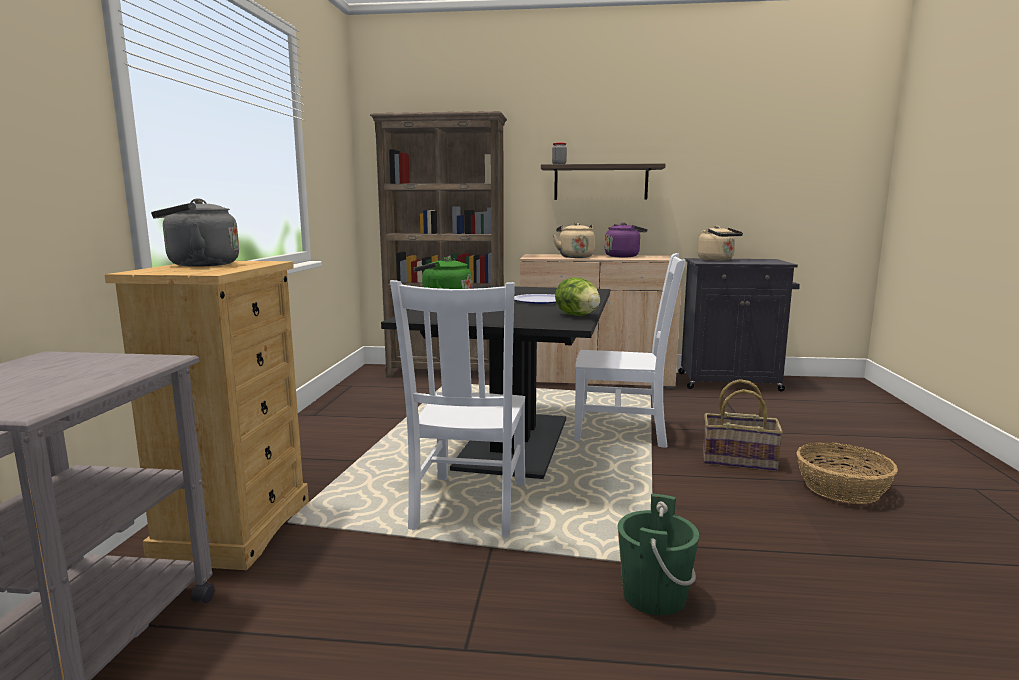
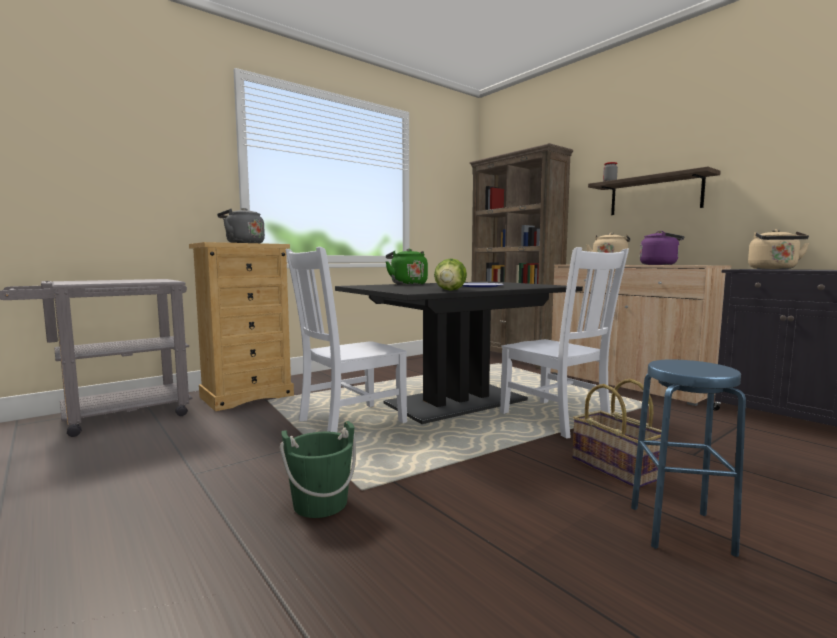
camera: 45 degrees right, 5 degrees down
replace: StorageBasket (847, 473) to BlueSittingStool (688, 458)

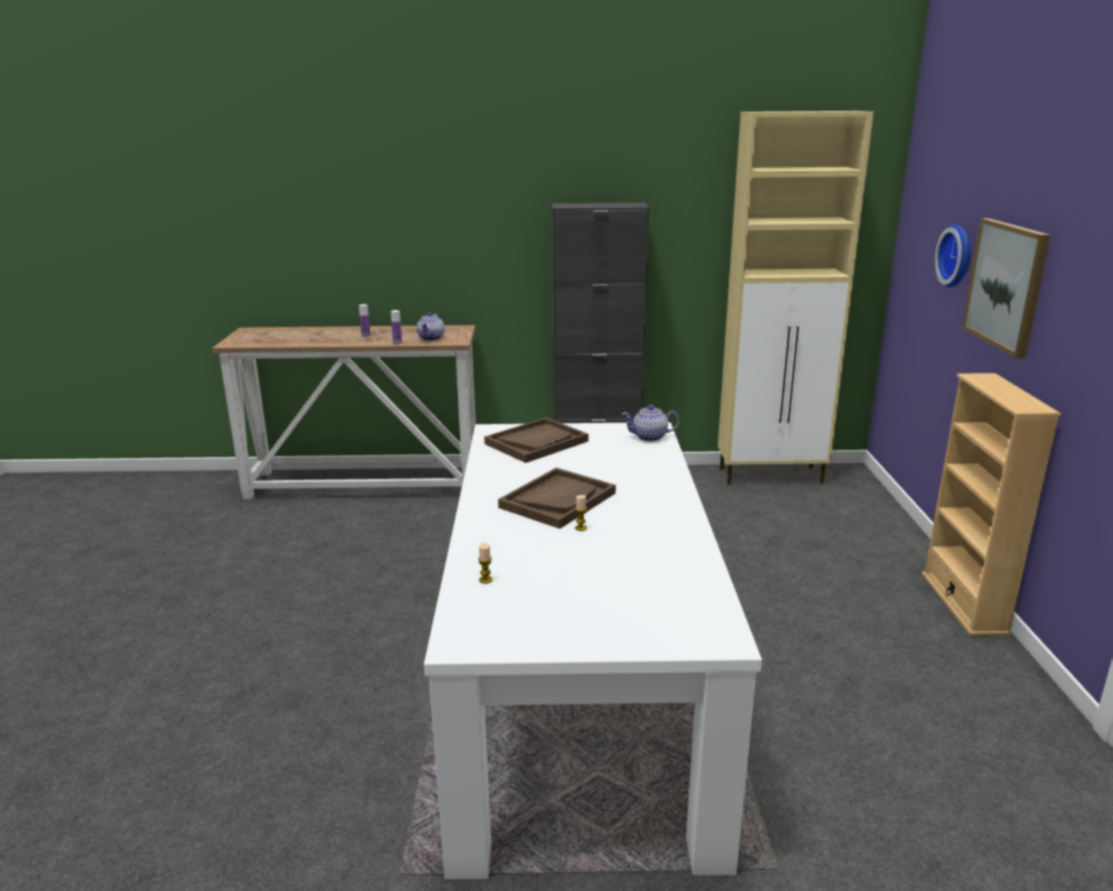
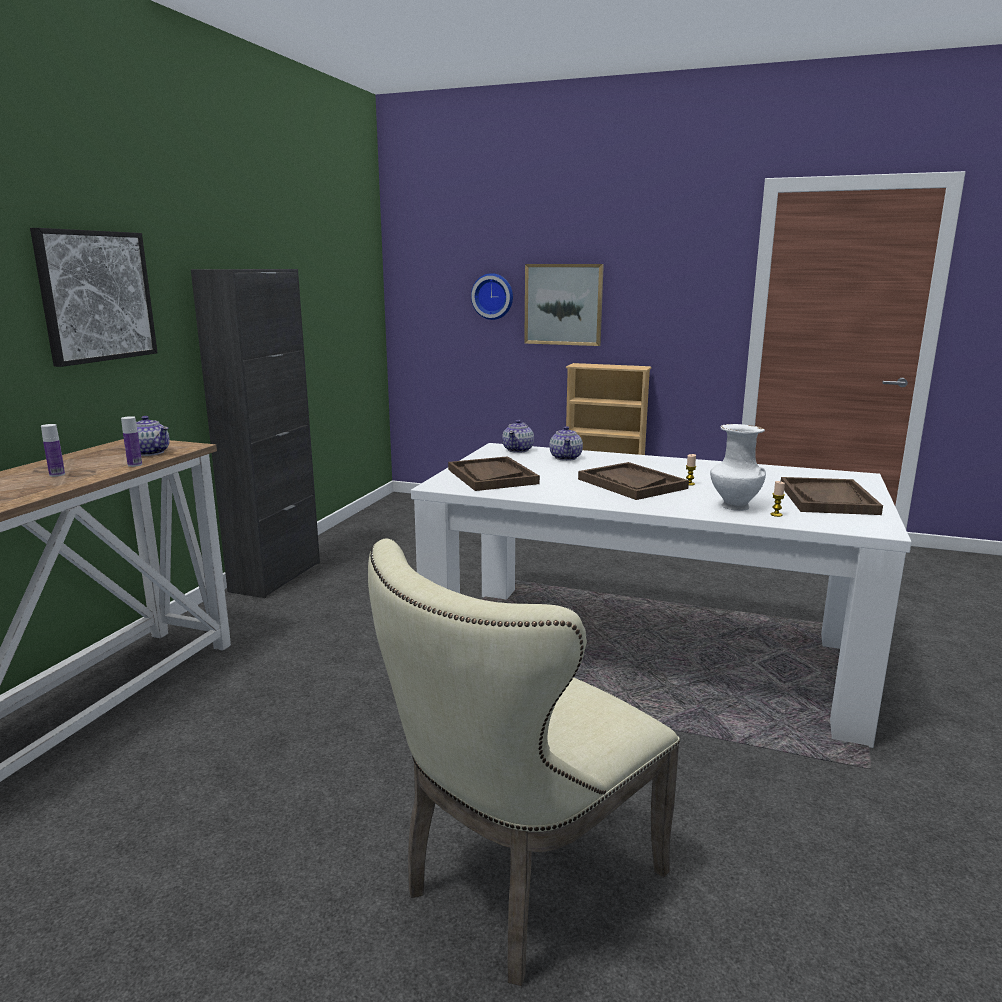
camera: 70 degrees left, 5 degrees down
delete: BeigeCupboard (796, 298)
insert: Picture (94, 297); WhiteDecorativeVase (738, 467); PotForTea (566, 443); BrownServingTray (832, 496); BeigeChair (524, 762)

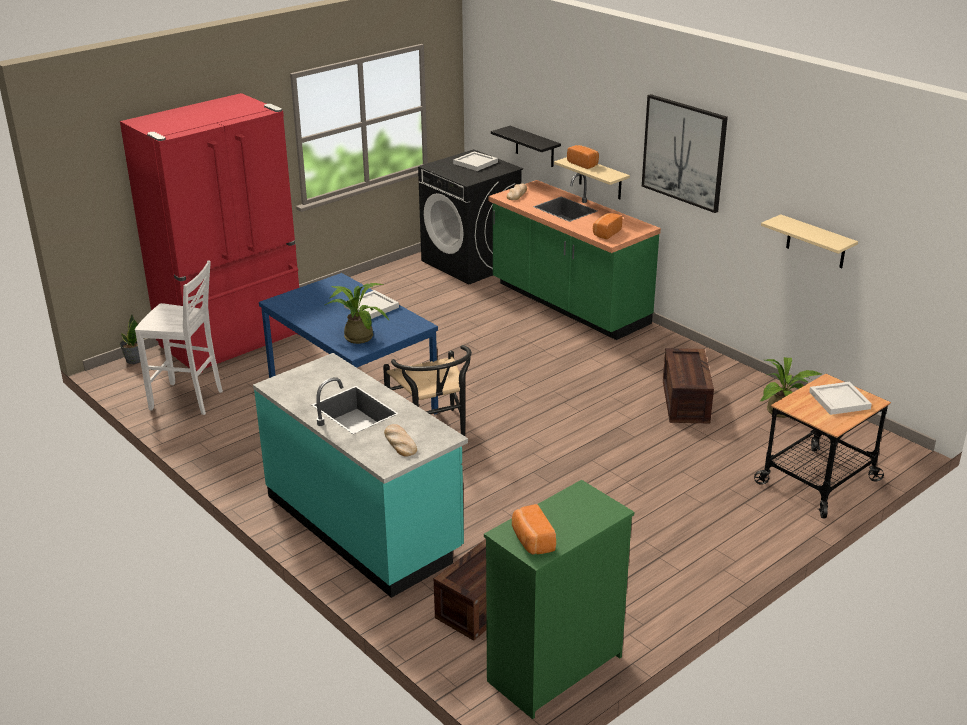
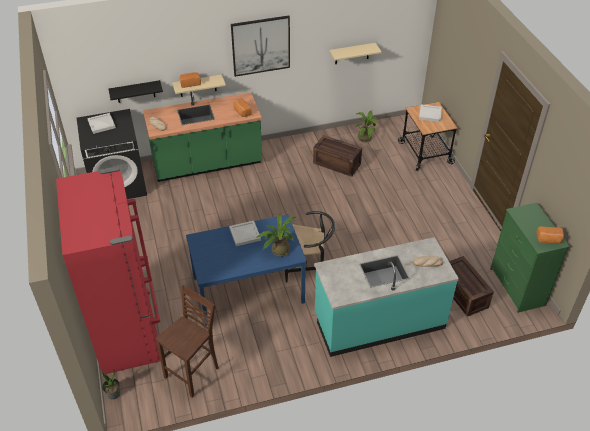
camera: 65 degrees left, 15 degrees up
recolor: WhiteSittingStool (179, 337) to BrownSittingStool (187, 341)

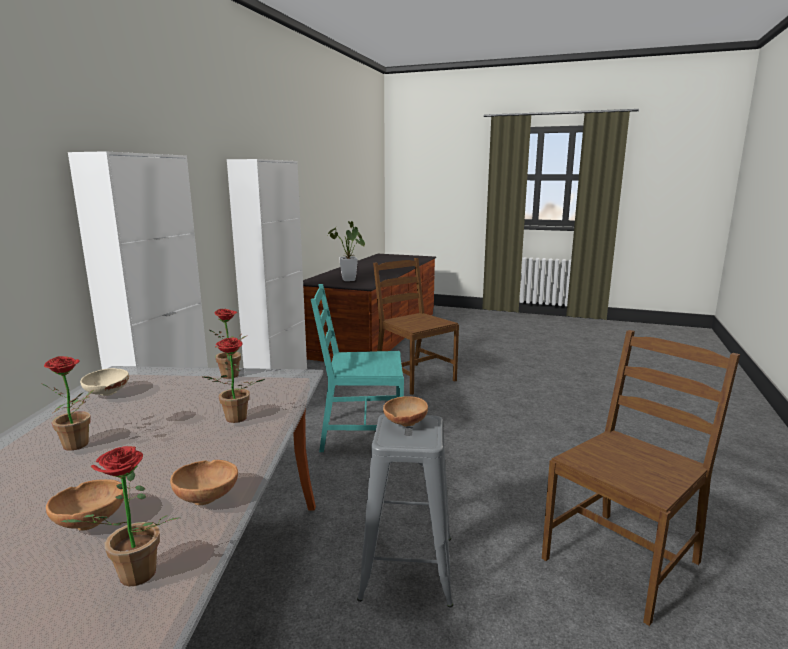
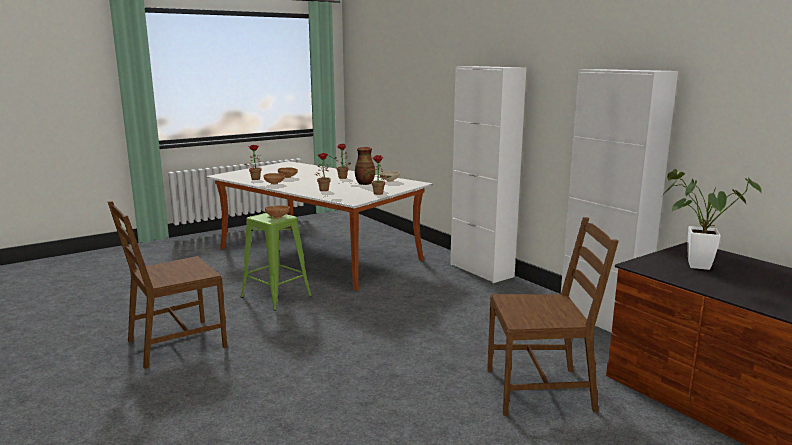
camera: 125 degrees right, 0 degrees up
delete: TurquoiseChair (357, 368)
insert: DecorativeVase (365, 166)
recolor: GreyishSittingStool (405, 511) to GreenSittingStool (276, 262)
rotate: BrownChair (641, 478) = (167, 285) 60 degrees clockwise

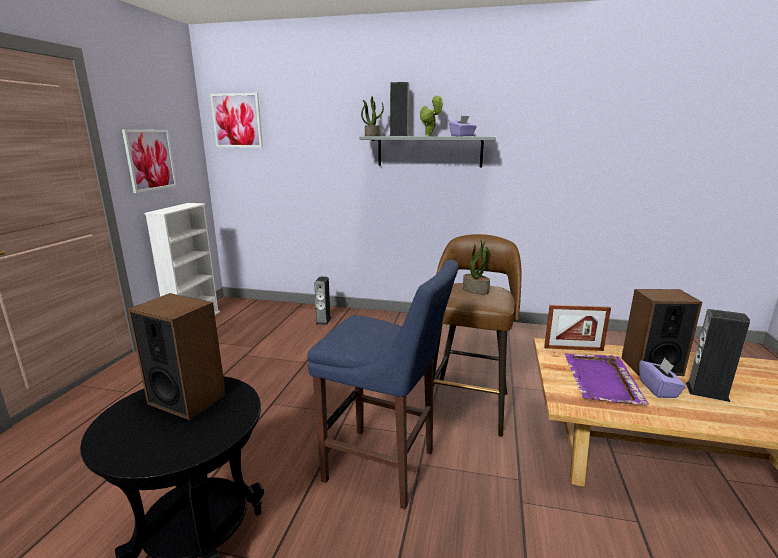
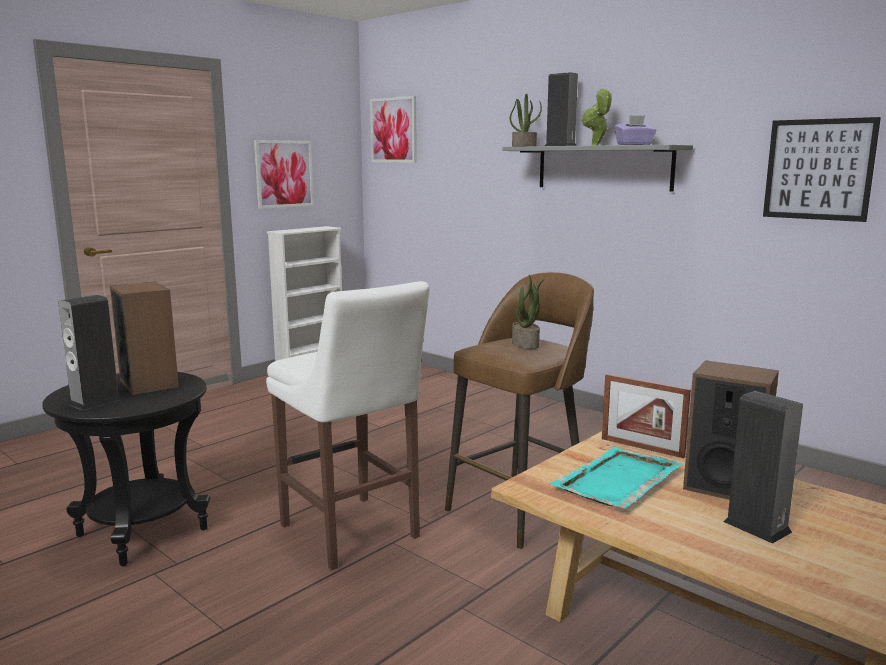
camera: 30 degrees right, 5 degrees down
delete: PurpleColouredTissueBox (662, 378)
insert: Picture (822, 169)
move: Speaker (322, 301) to (90, 352)
recolor: BlueSittingStool (383, 384) to WhiteSittingStool (347, 425); PurpleColouredServingTray (606, 378) to TurquoiseServingTray (616, 478)

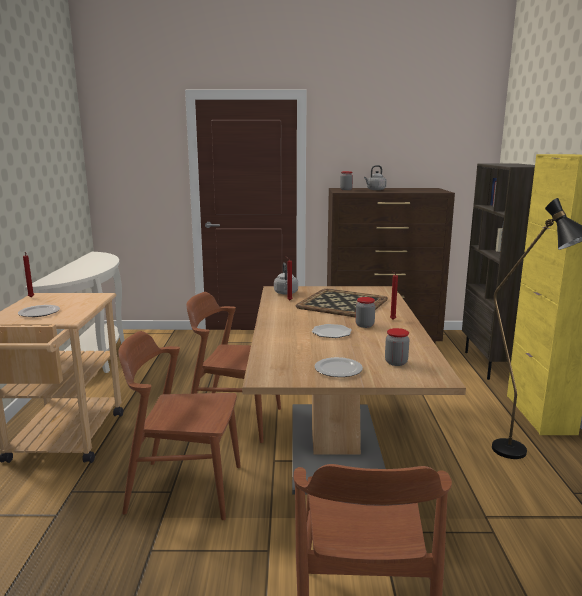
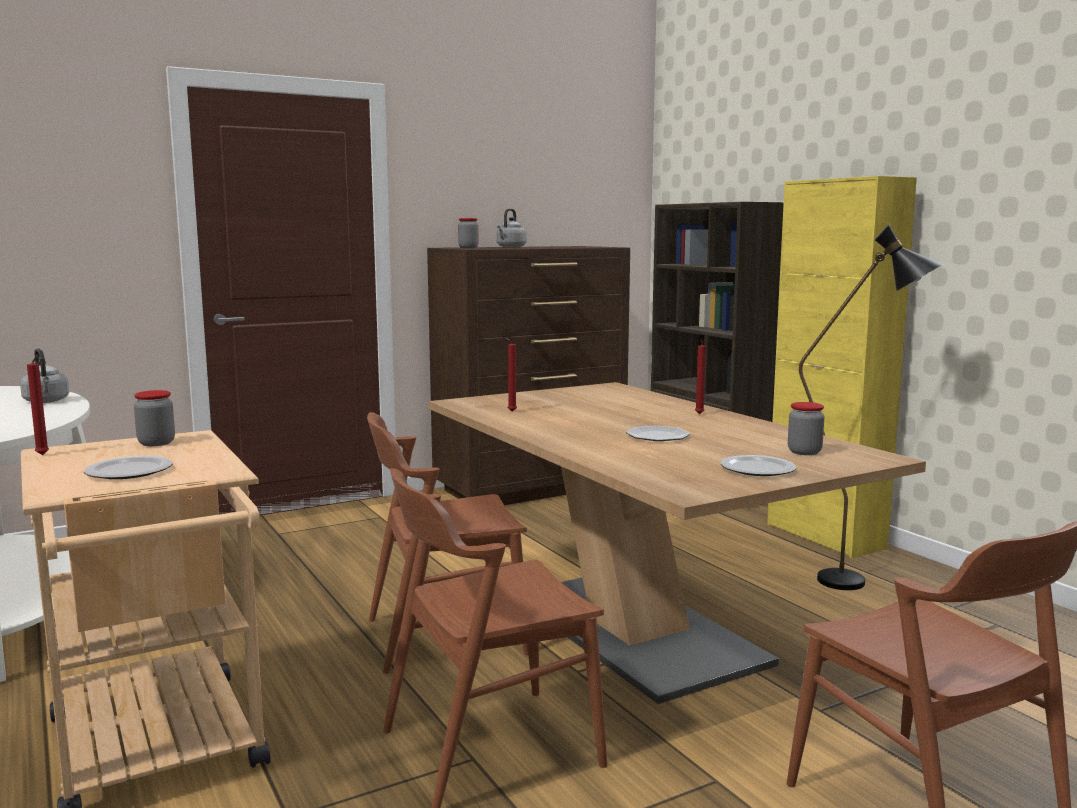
camera: 30 degrees left, 5 degrees down
delete: ServingTray (342, 303)
move: GreyishKettle (286, 279) to (44, 375); PreserveJar (365, 312) to (154, 418)

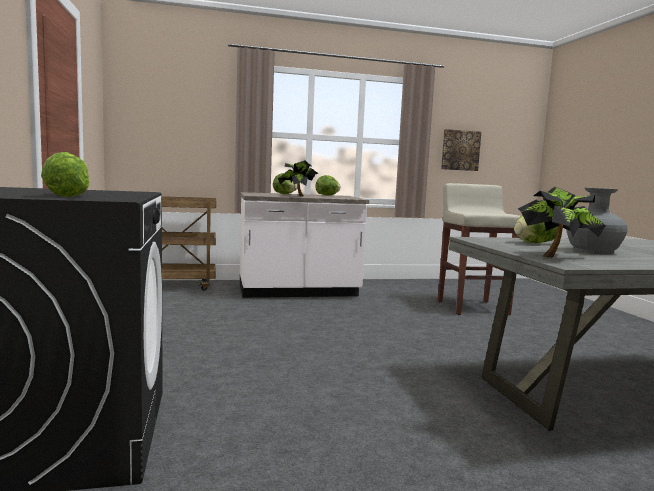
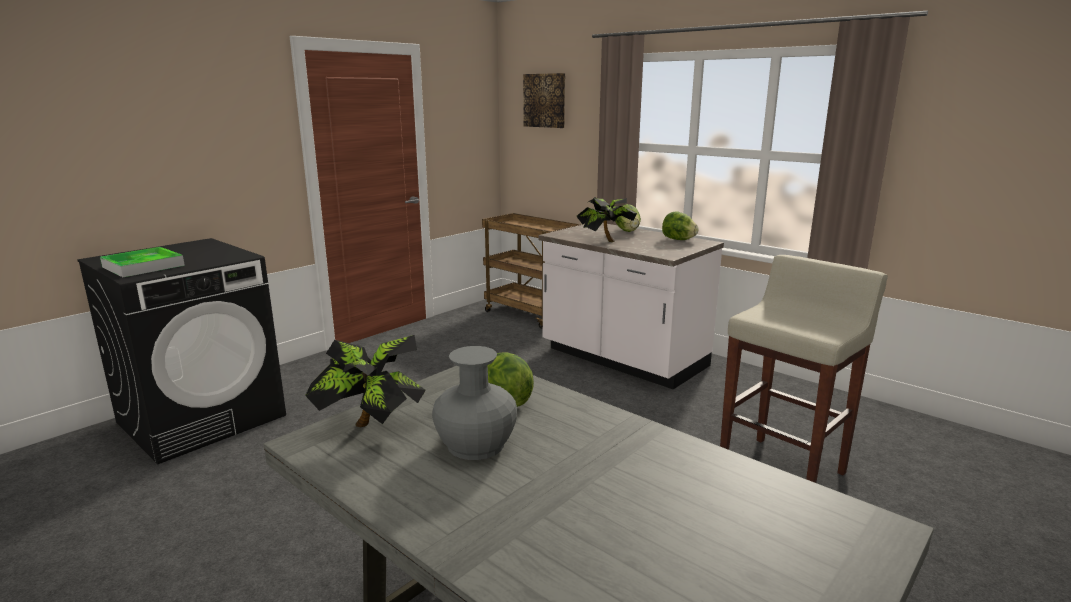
camera: 55 degrees right, 10 degrees up
move: Picture (461, 150) to (544, 100)
replace: LettuceHead (65, 174) to ServingTray (142, 262)

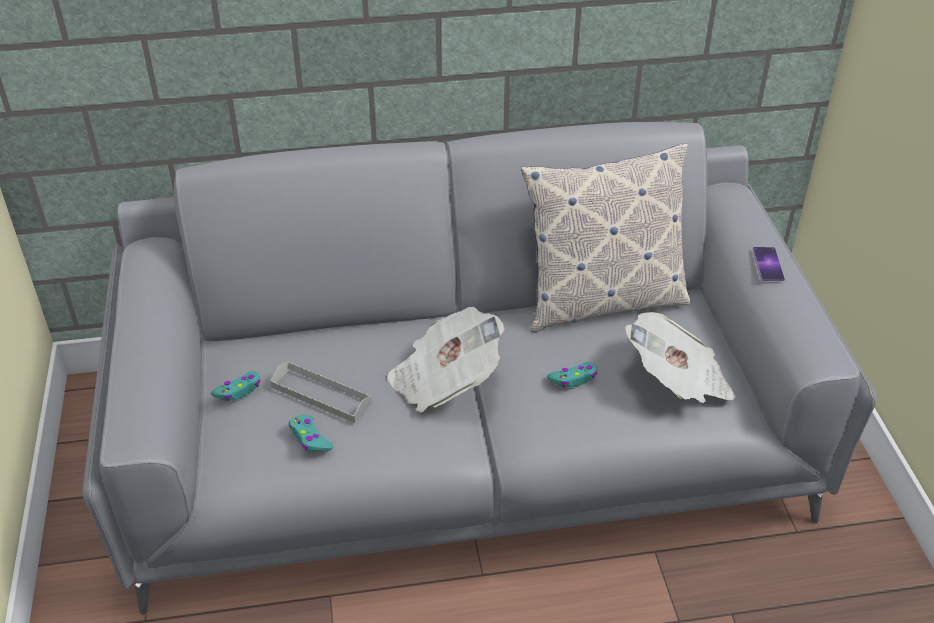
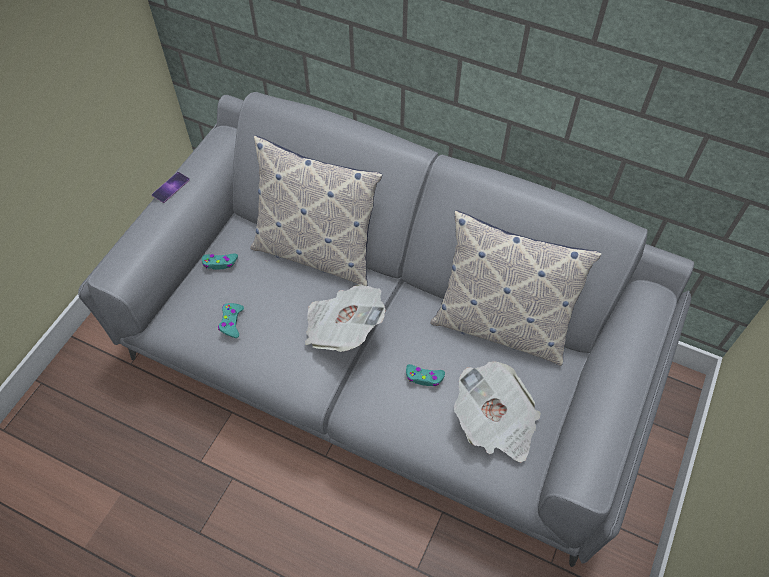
camera: 35 degrees right, 15 degrees up
delete: GreyishServingTray (321, 392)
insert: Cushion (316, 210)
move: Phone (768, 264) to (171, 187)

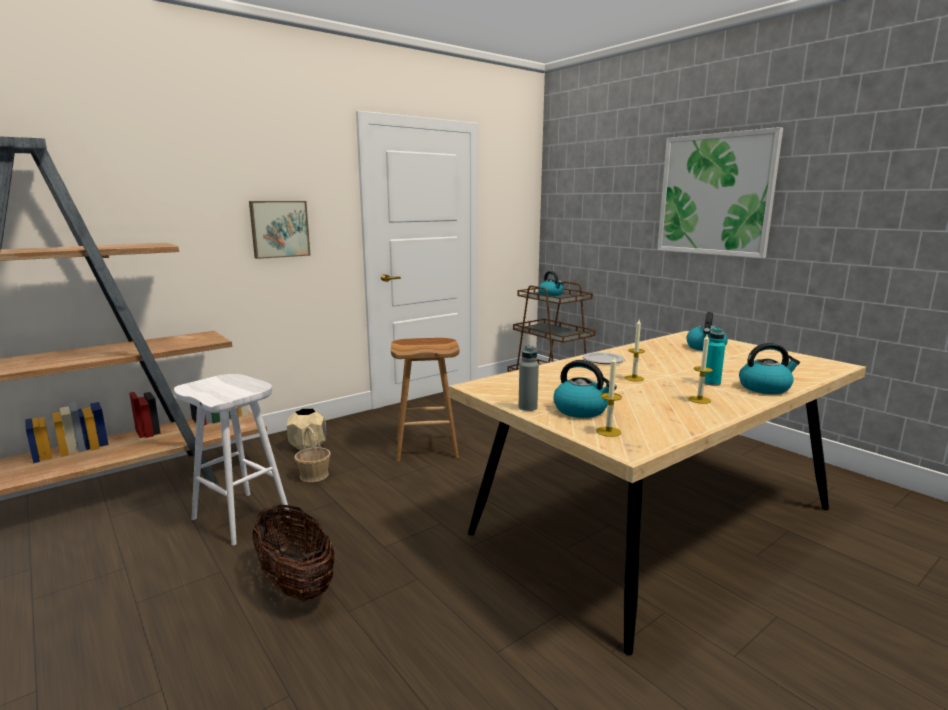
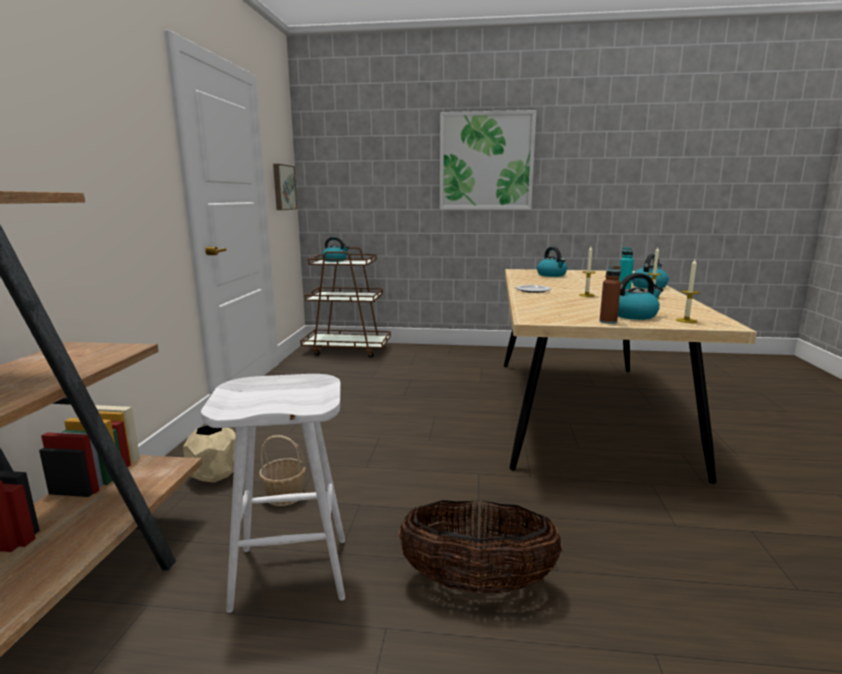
camera: 45 degrees left, 0 degrees up
delete: BrownSittingStool (425, 399)
move: Picture (280, 230) to (285, 187)
recolor: GreyishBeverageBottle (528, 378) to BrownBeverageBottle (610, 295)

